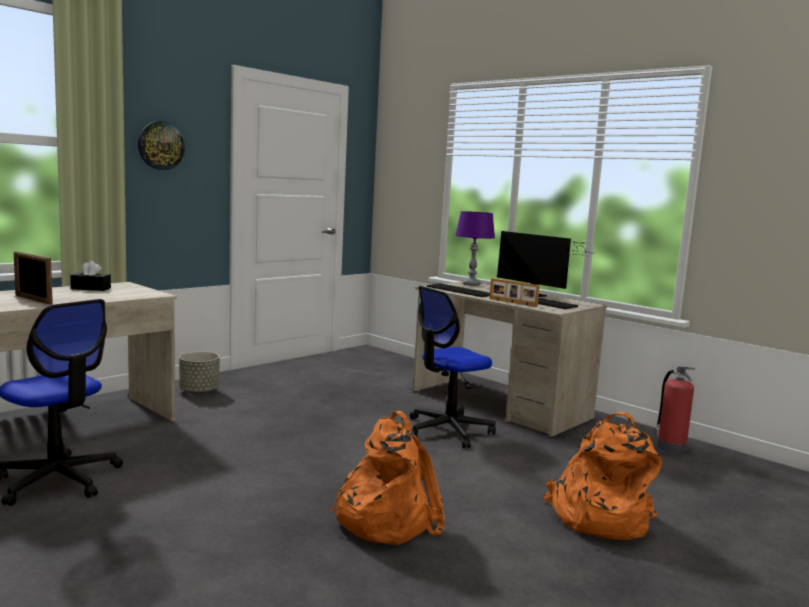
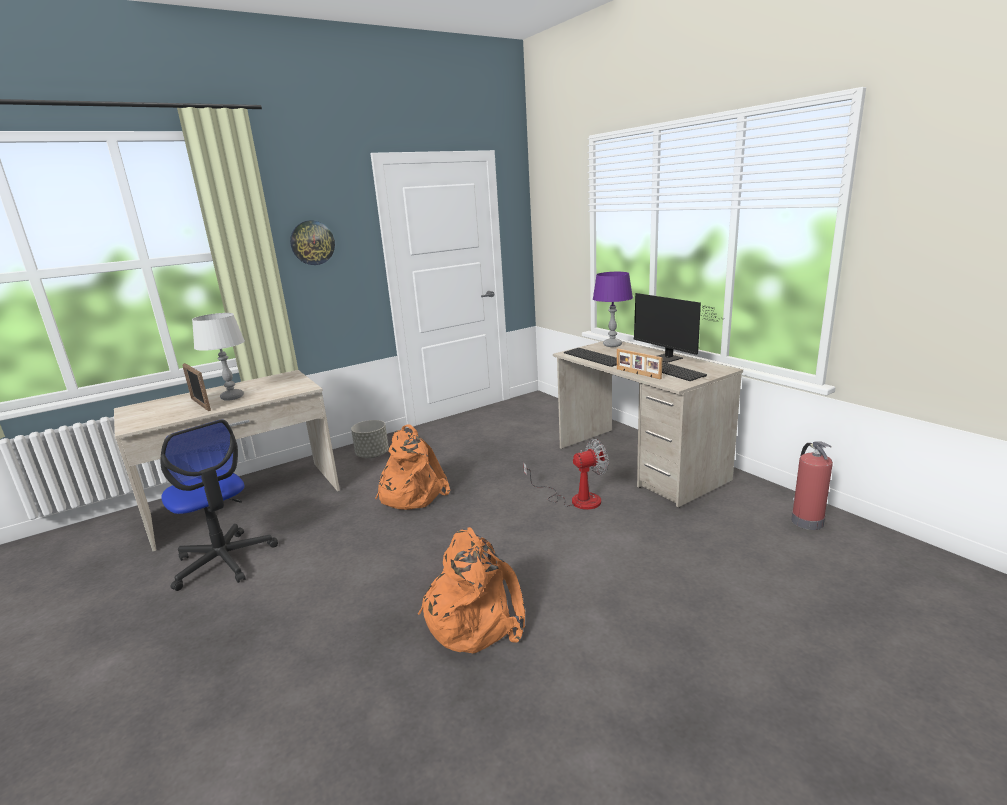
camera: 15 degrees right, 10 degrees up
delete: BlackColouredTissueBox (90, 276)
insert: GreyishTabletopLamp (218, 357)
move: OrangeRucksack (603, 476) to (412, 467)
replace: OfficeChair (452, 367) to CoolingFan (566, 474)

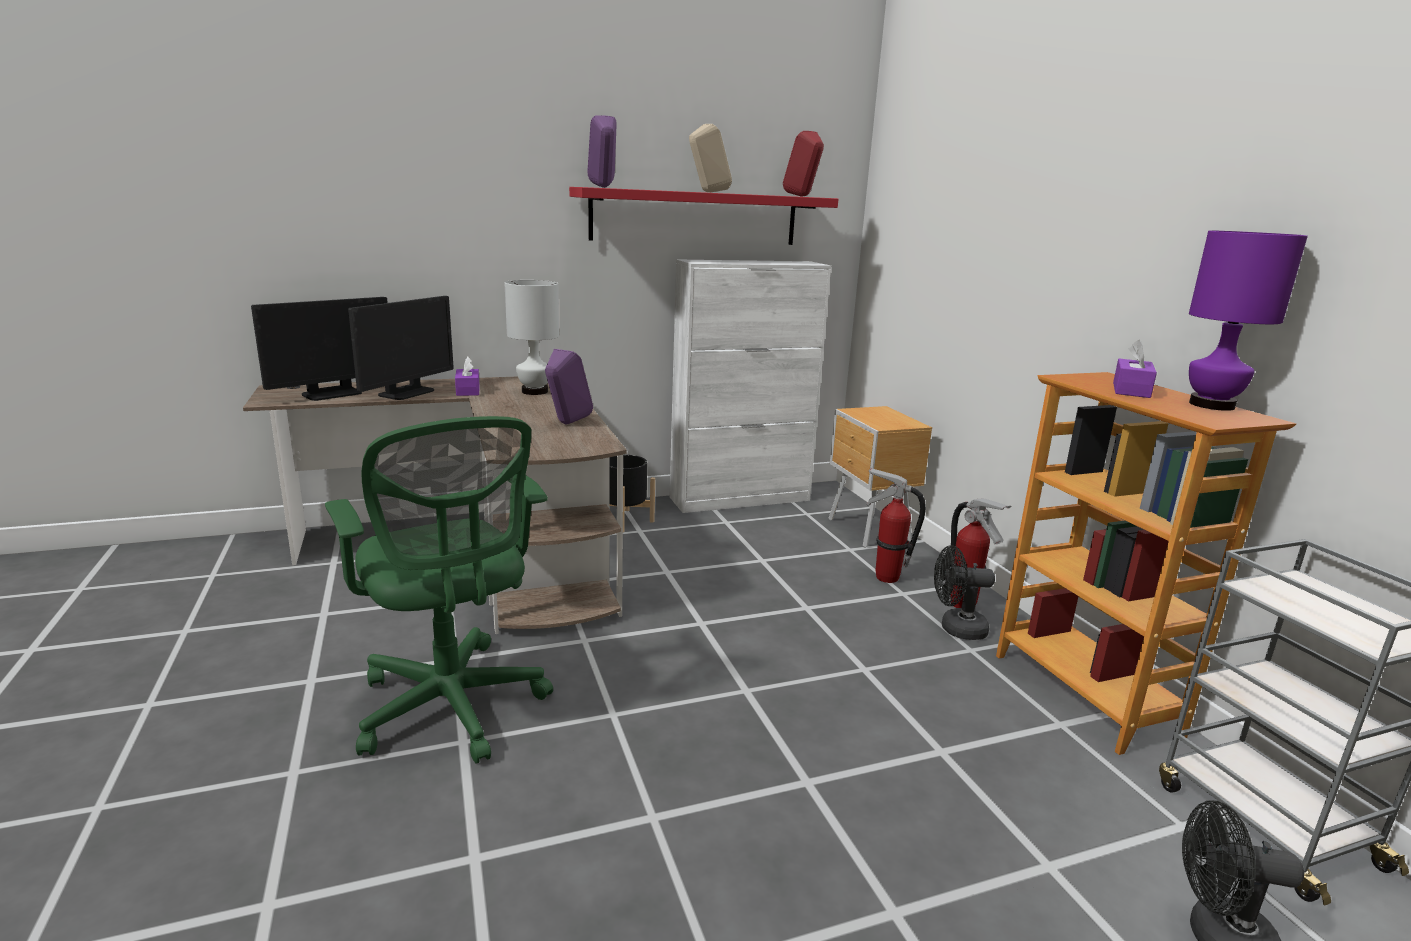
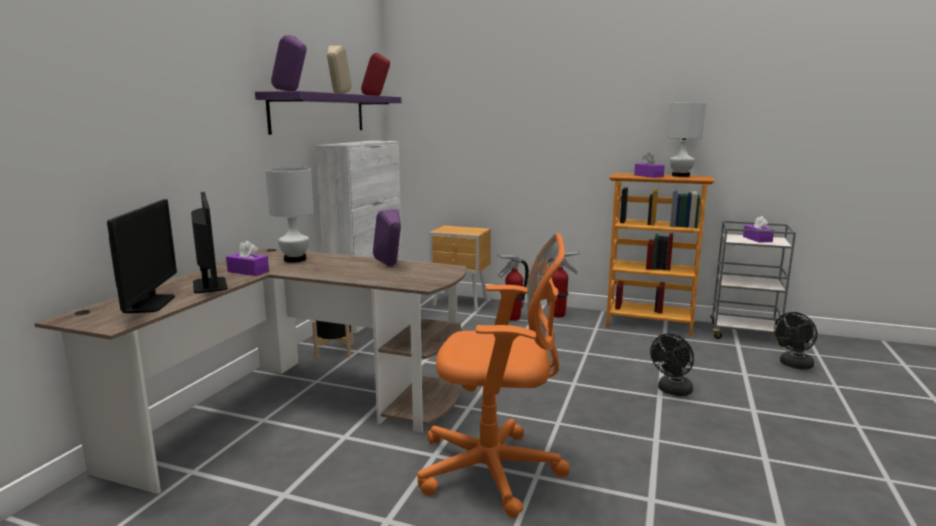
camera: 50 degrees left, 5 degrees down
insert: PurpleColouredTissueBox (758, 229)
move: BlackColouredCoolingFan (964, 592) to (672, 365)
recolor: RedColouredWallShelf (703, 216) to PurpleColouredWallShelf (328, 113); PurpleColouredTabletopLamp (1248, 320) to WhiteTabletopLamp (686, 139); GreenOfficeChair (439, 590) to OrangeOfficeChair (493, 375)

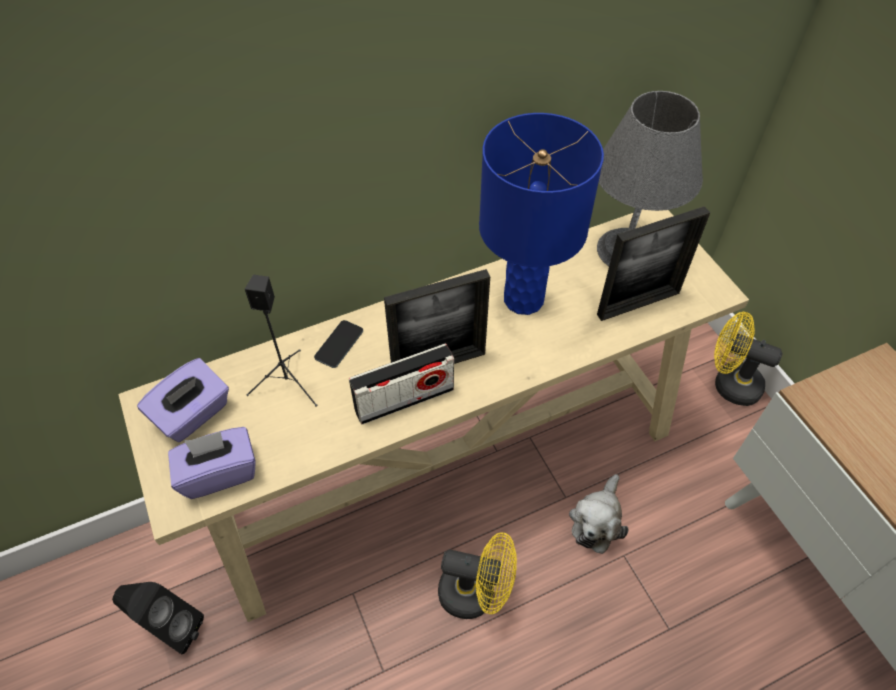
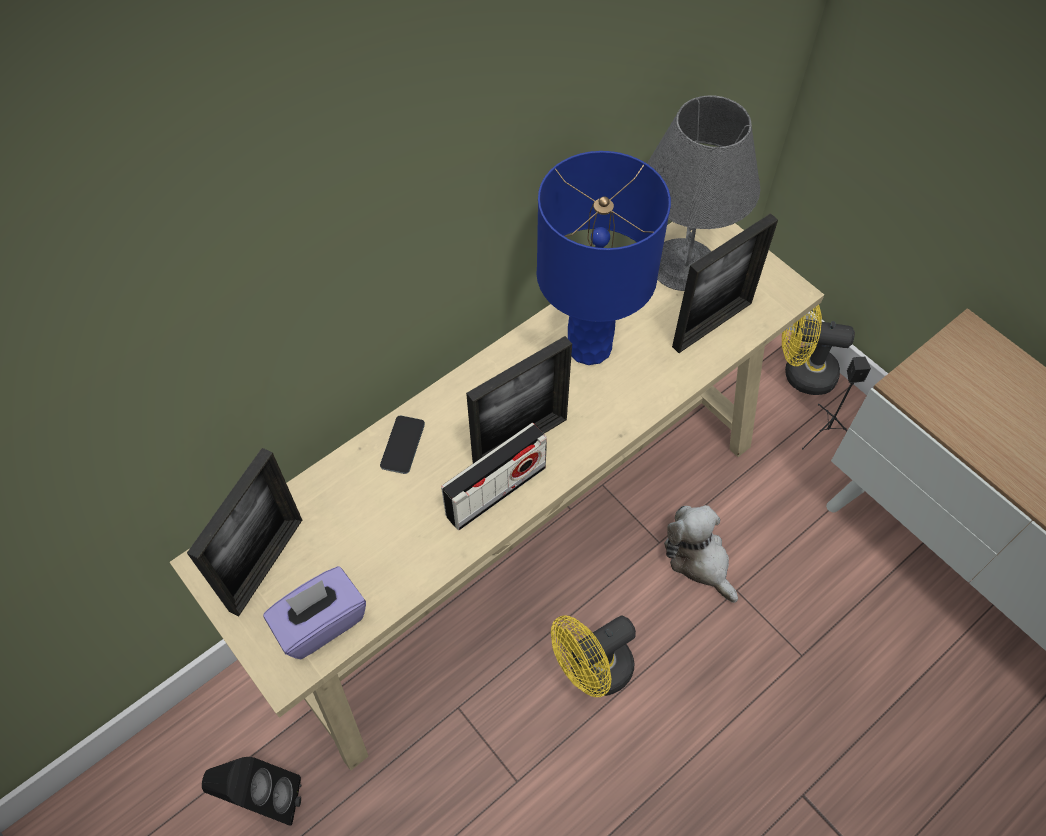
camera: 15 degrees left, 5 degrees up
move: BlackColouredSpeaker (281, 341) to (836, 403)
replace: PurpleColouredTissueBox (183, 400) to PictureFrame (244, 532)
rotate: CuddlyToy (599, 514) = (701, 554) 135 degrees clockwise; YellowColouredCoolingFan (477, 575) = (593, 656) 150 degrees clockwise

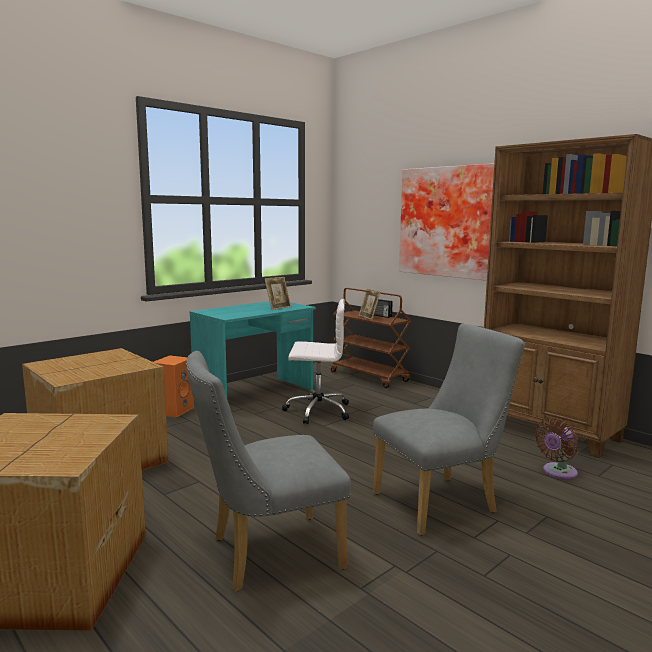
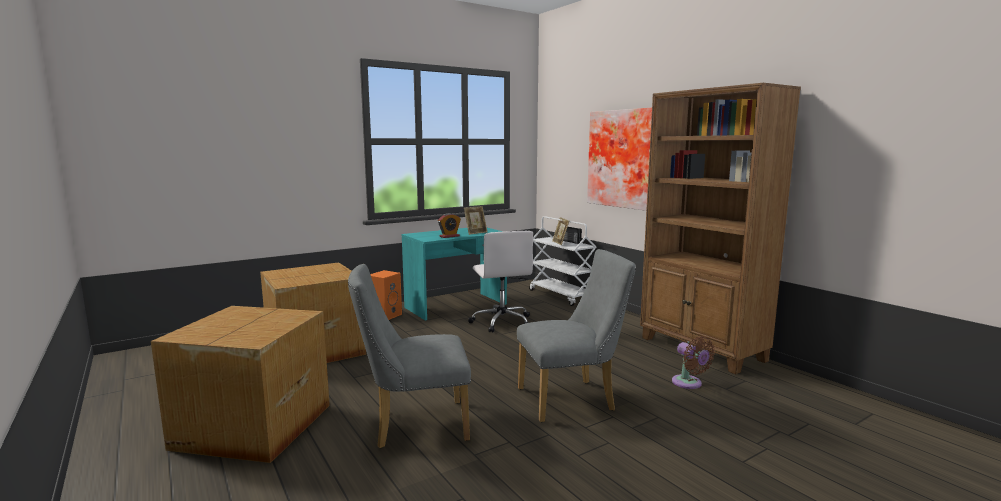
camera: 10 degrees right, 0 degrees up
insert: TableClock (449, 225)
recolor: BrownWheeledCart (371, 338) to WhiteWheeledCart (562, 261)
rotate: WhiteOfficeChair (315, 361) = (500, 281) 60 degrees clockwise; BrownCoolingFan (556, 448) = (693, 362) 90 degrees counterclockwise

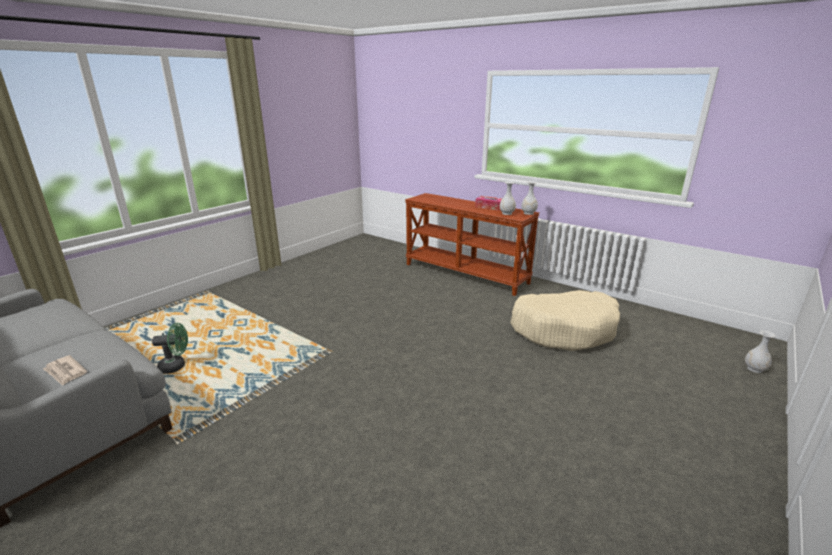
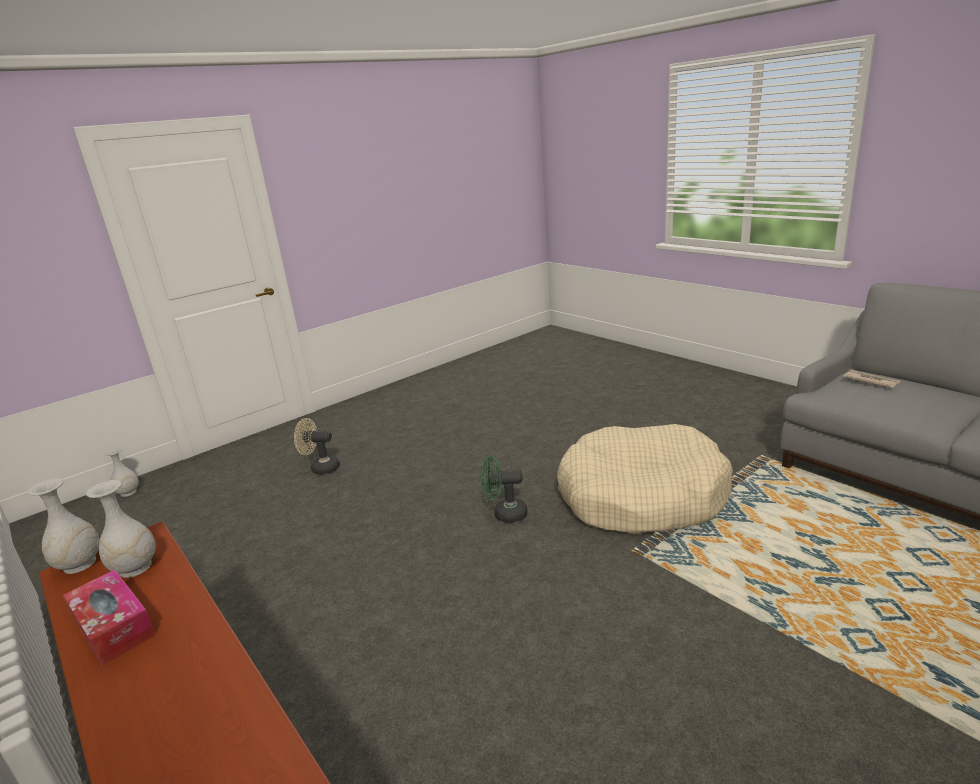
camera: 165 degrees left, 0 degrees up
insert: BeigeCoolingFan (317, 446)
move: BeigePetBed (565, 320) to (645, 479); GreenCoolingFan (170, 348) to (504, 489)

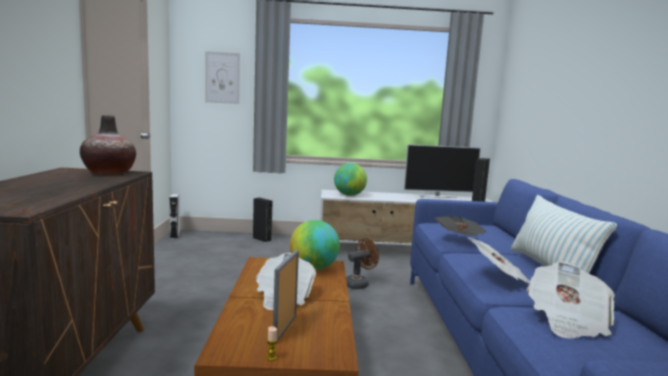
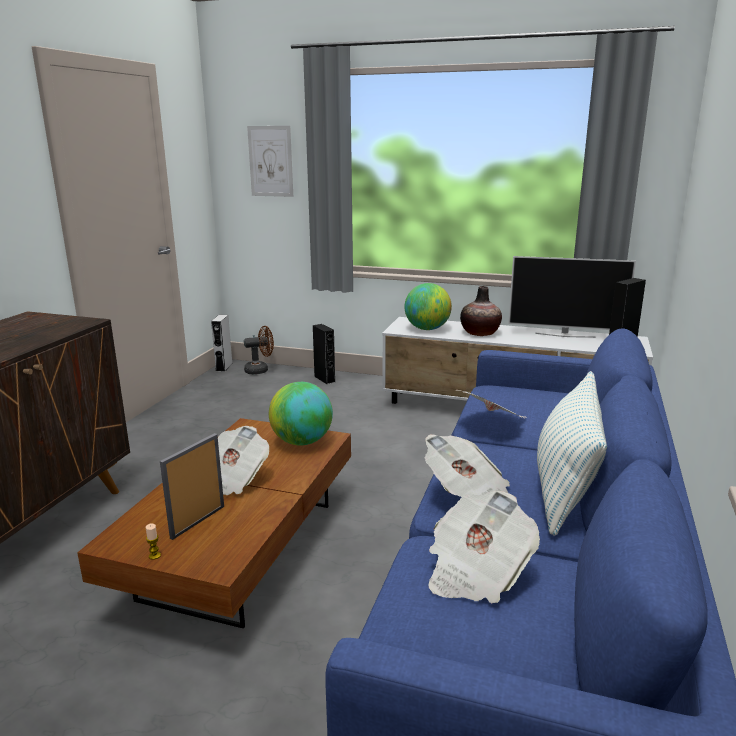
camera: 20 degrees right, 10 degrees up
move: DecorativeVase (108, 145) to (481, 311); BrownCoolingFan (362, 263) to (259, 350)

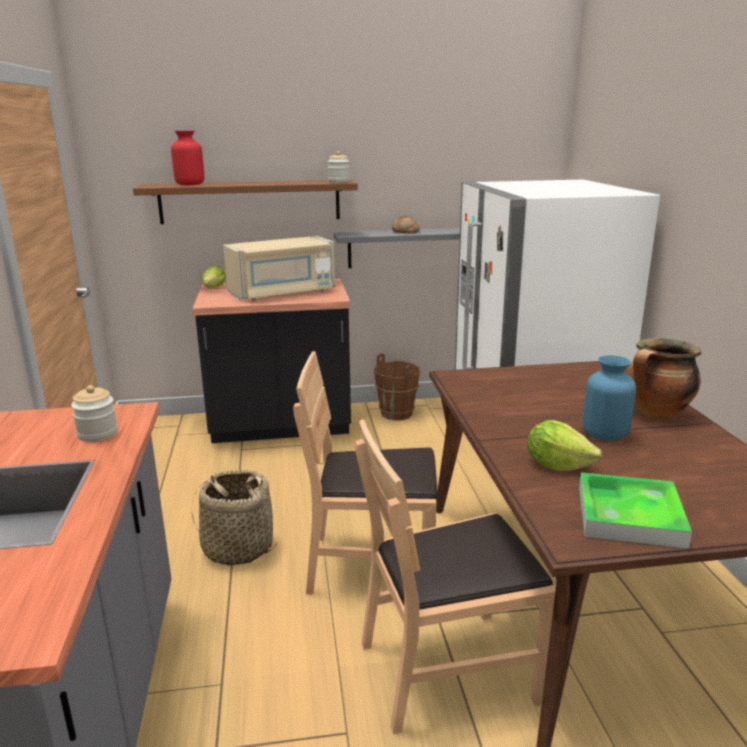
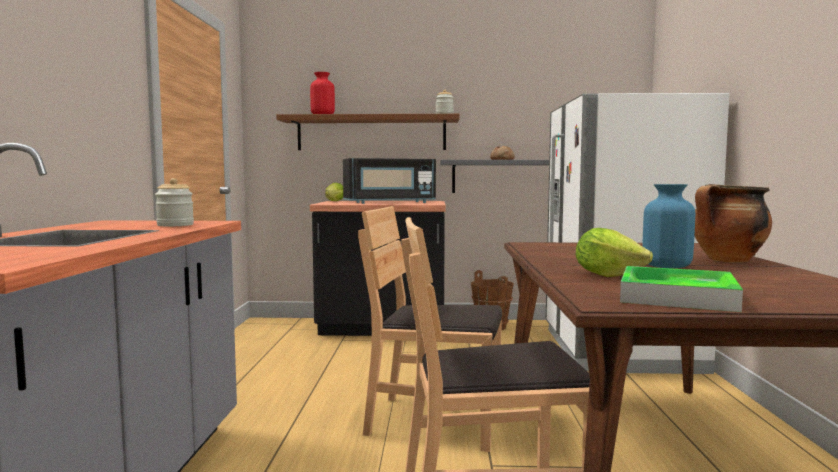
camera: 10 degrees right, 15 degrees down
delete: StorageBasket (234, 517)
recolor: BeigeKitchenMicrowave (279, 268) to BlackColouredKitchenMicrowave (389, 181)

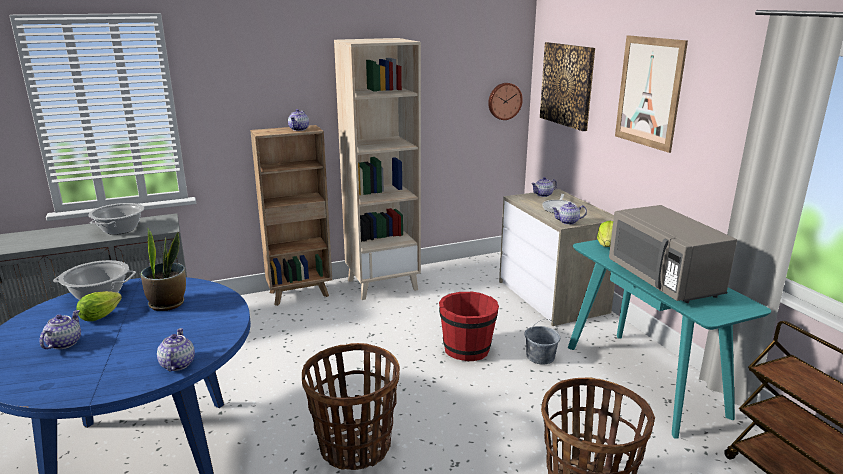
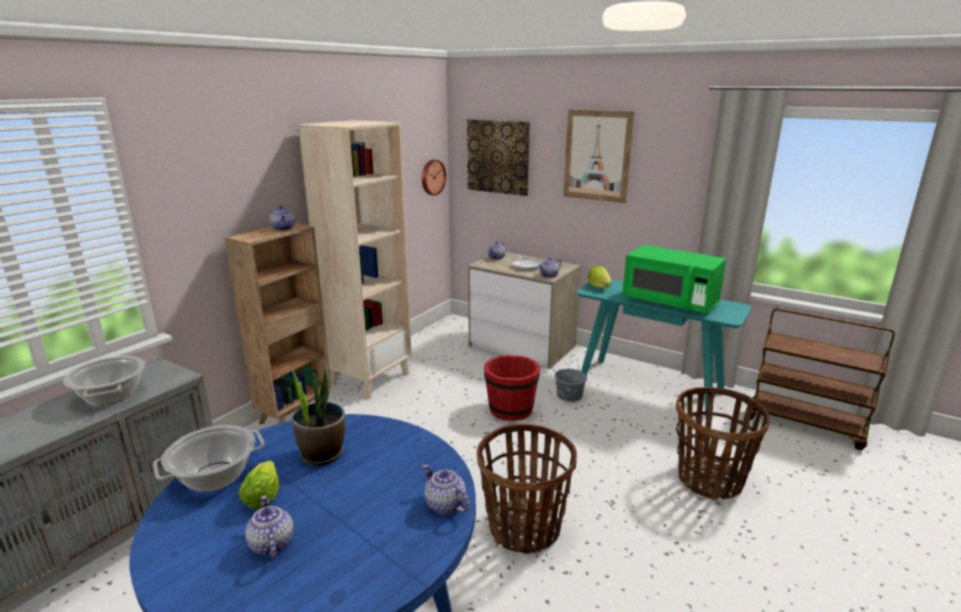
camera: 35 degrees left, 0 degrees up
recolor: GreyishKitchenMicrowave (673, 254) to GreenKitchenMicrowave (674, 279)

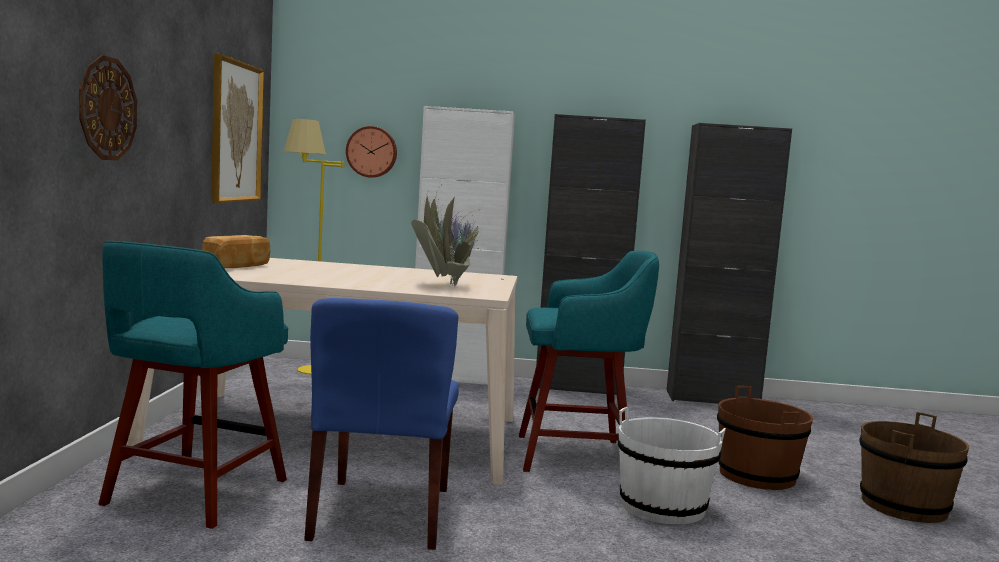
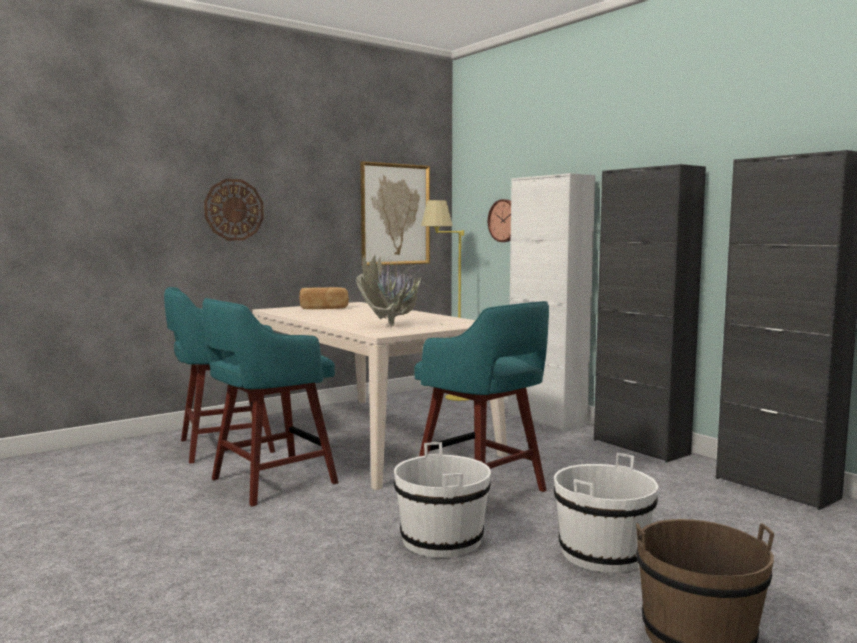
camera: 50 degrees right, 0 degrees up
replace: BlueChair (381, 424) to TurquoiseSittingStool (270, 402)
recolor: BrownWaterBucket (765, 438) to WhiteWaterBucket (606, 513)

